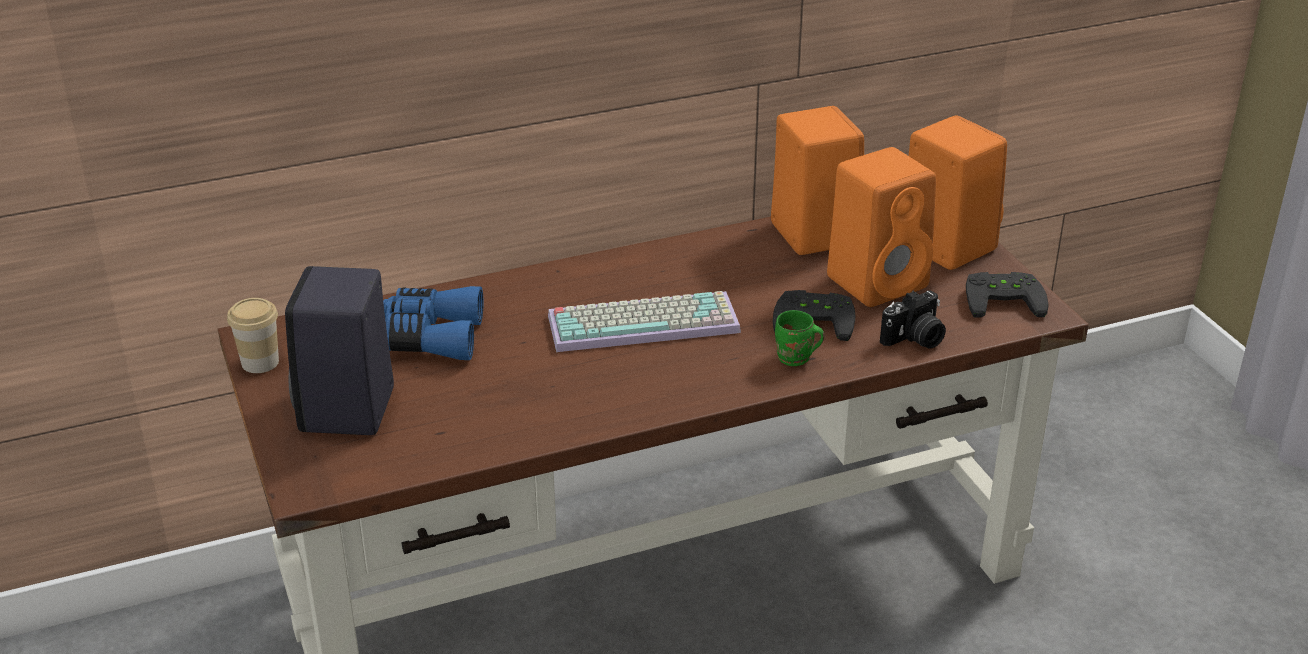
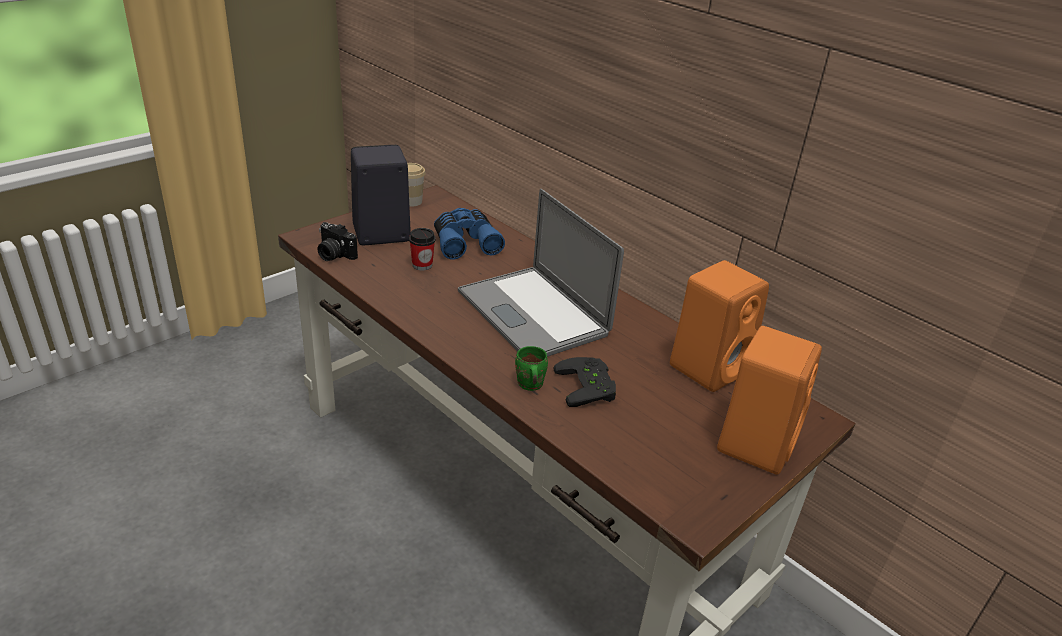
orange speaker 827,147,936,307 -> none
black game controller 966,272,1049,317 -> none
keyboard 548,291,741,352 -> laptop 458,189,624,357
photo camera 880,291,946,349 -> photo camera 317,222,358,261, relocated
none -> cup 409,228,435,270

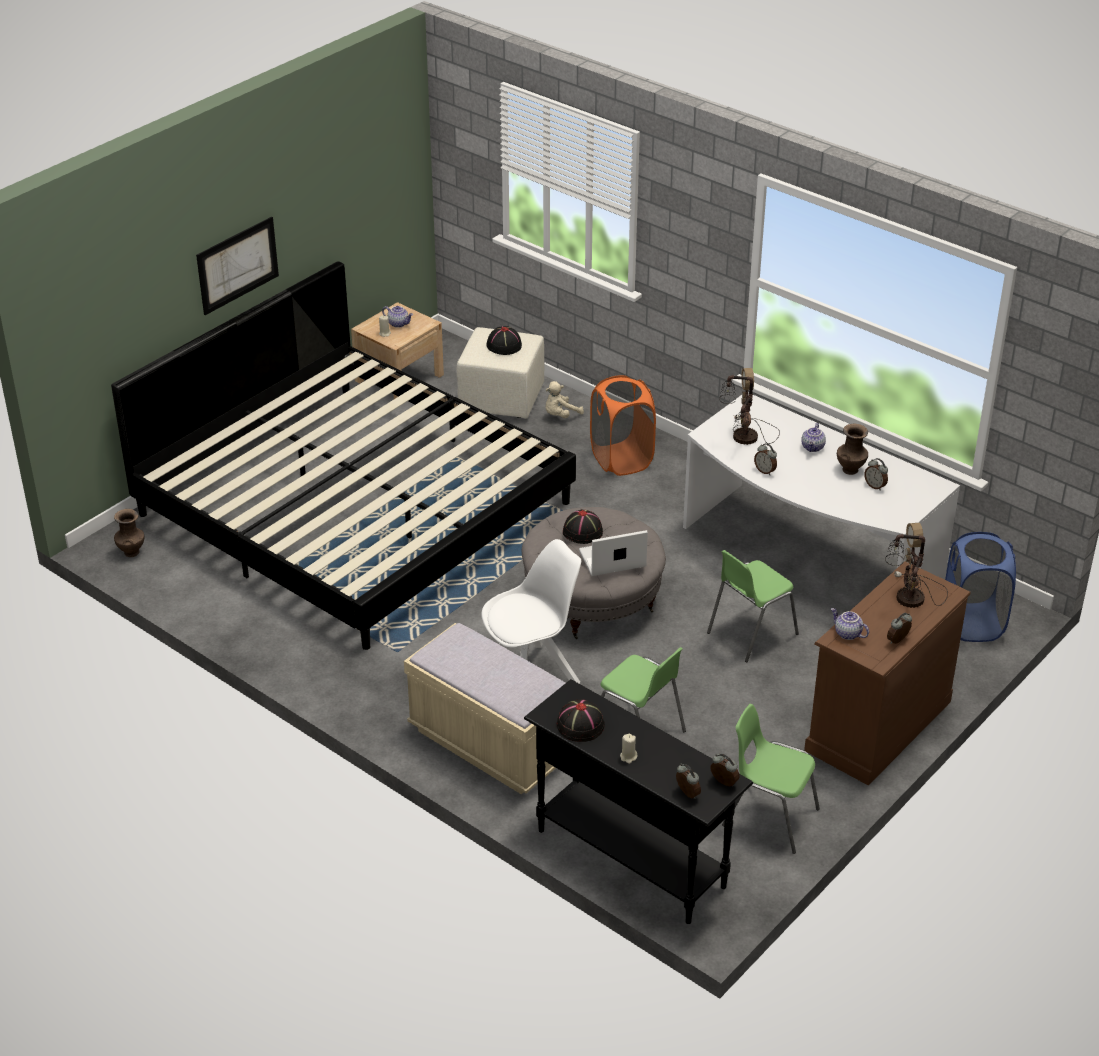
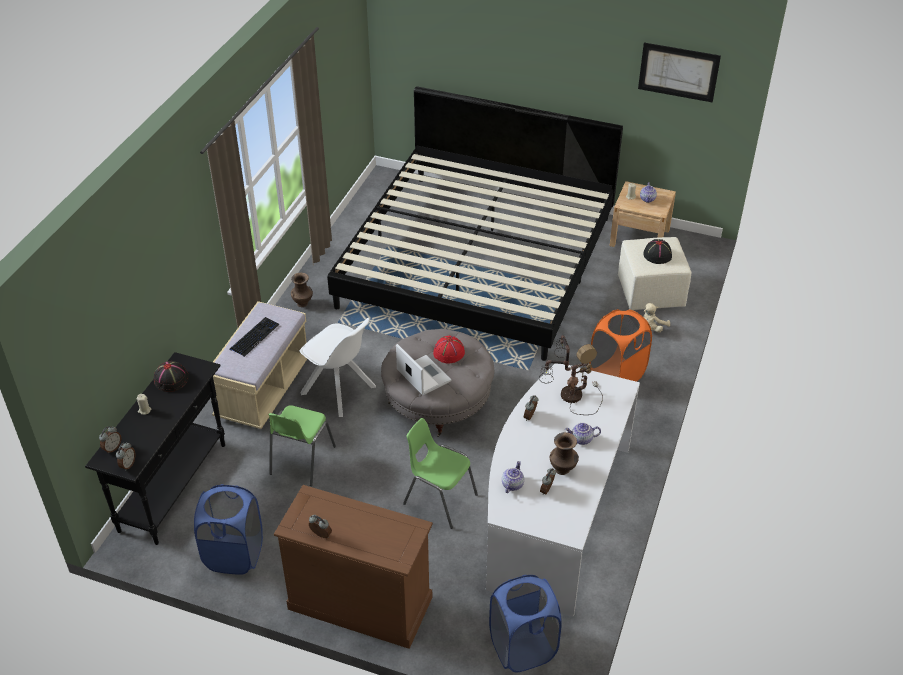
picture 196,217,279,315 -> picture 638,43,721,103, relocated
beige plush toy 545,381,584,418 -> beige plush toy 643,303,670,333, 75 degrees counterclockwise
brown vase 114,509,145,557 -> brown vase 291,273,313,307, relocated
black hat 563,509,603,544 -> red hat 433,336,465,363
table lamp 885,523,948,608 -> none
teapot 831,608,869,640 -> teapot 502,461,524,493, relocated
green chair 722,704,820,854 -> blue laundry basket 194,484,263,575
none -> keyboard 229,317,279,357

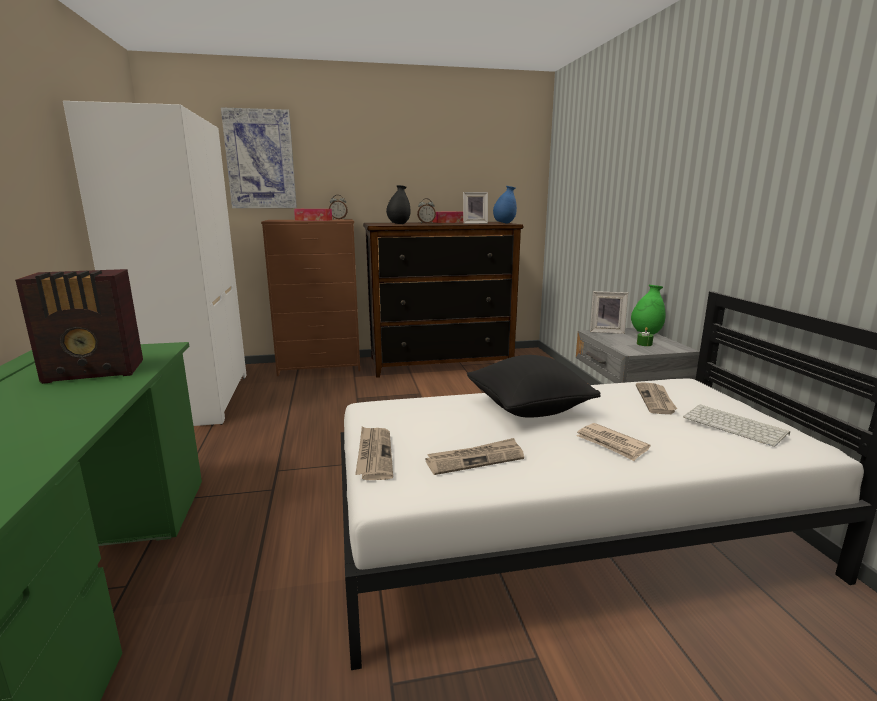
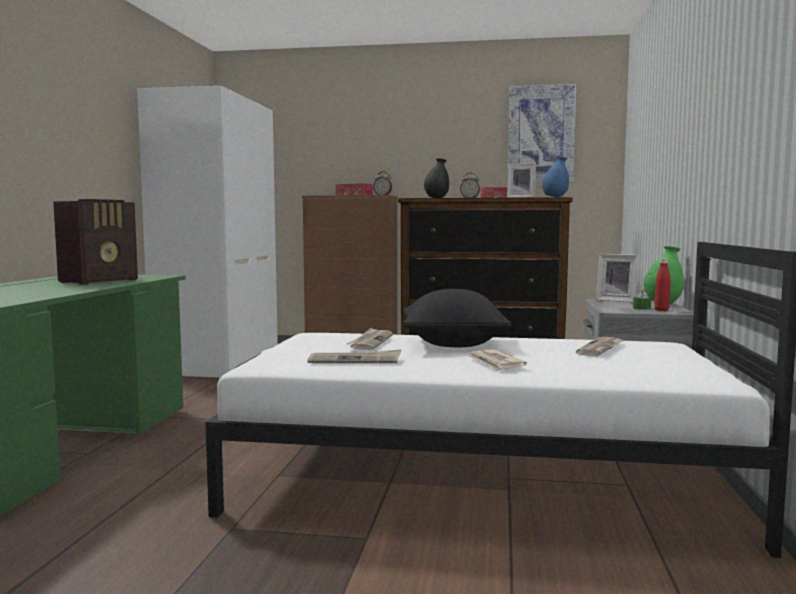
picture 221,107,297,208 -> picture 508,84,576,183, relocated
radio 15,269,143,384 -> radio 53,199,138,285, 60 degrees counterclockwise
keyboard 683,404,790,447 -> none
newspaper 355,426,393,480 -> newspaper 347,328,393,350, relocated
none -> red bottle 654,258,670,311

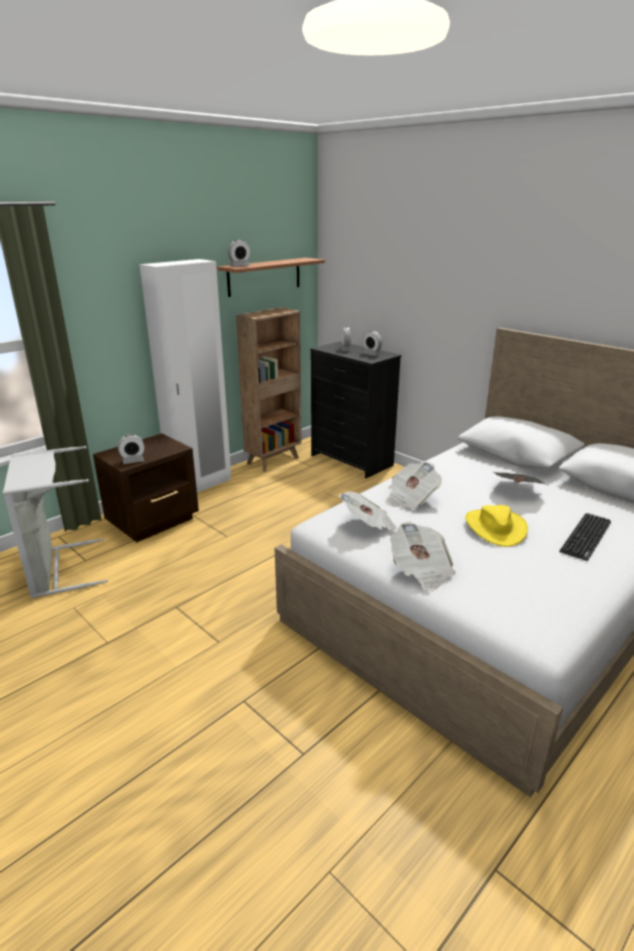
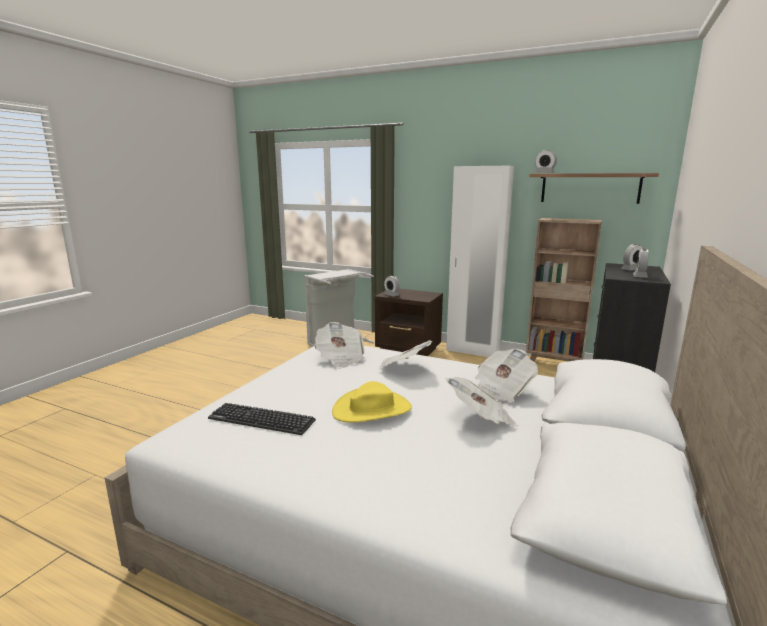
keyboard 559,513,611,561 -> keyboard 208,403,316,435, relocated
newspaper 390,522,456,592 -> newspaper 475,349,538,402, relocated

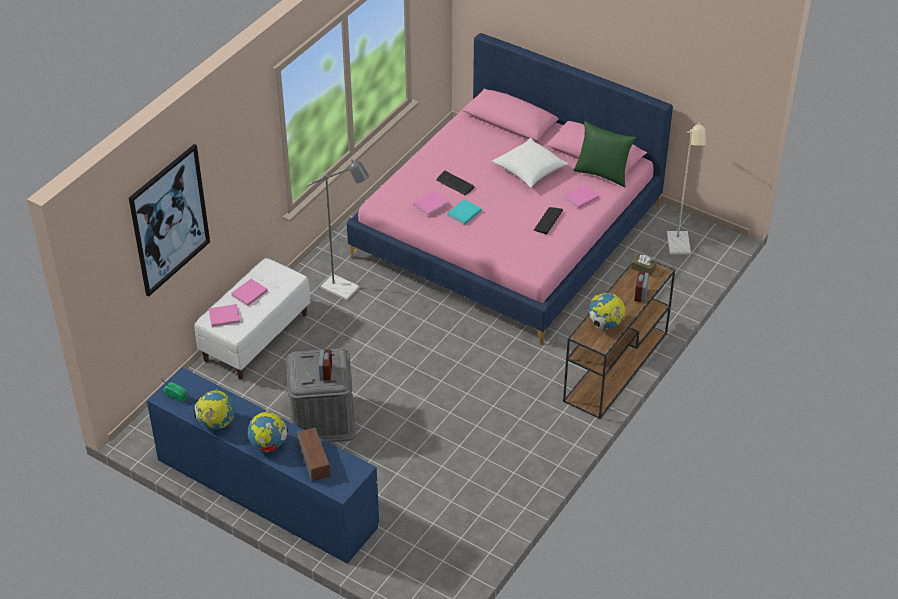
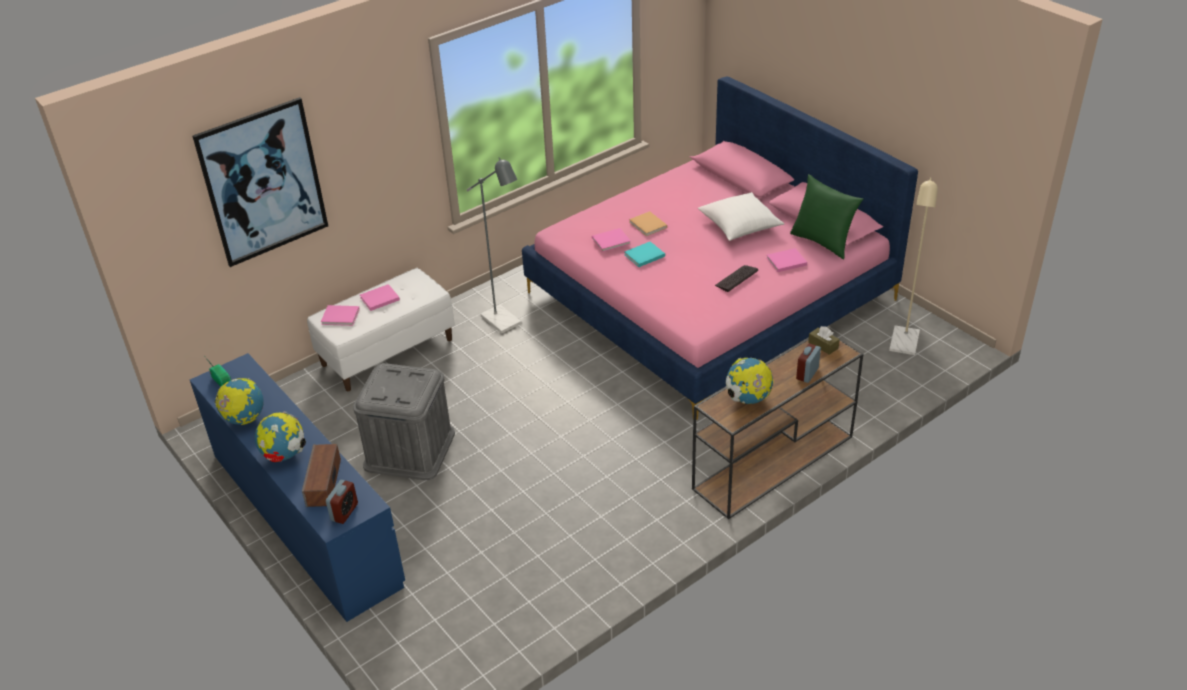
keyboard 436,171,475,195 -> beige book 629,211,667,236
alarm clock 319,349,332,381 -> alarm clock 326,480,358,524, relocated

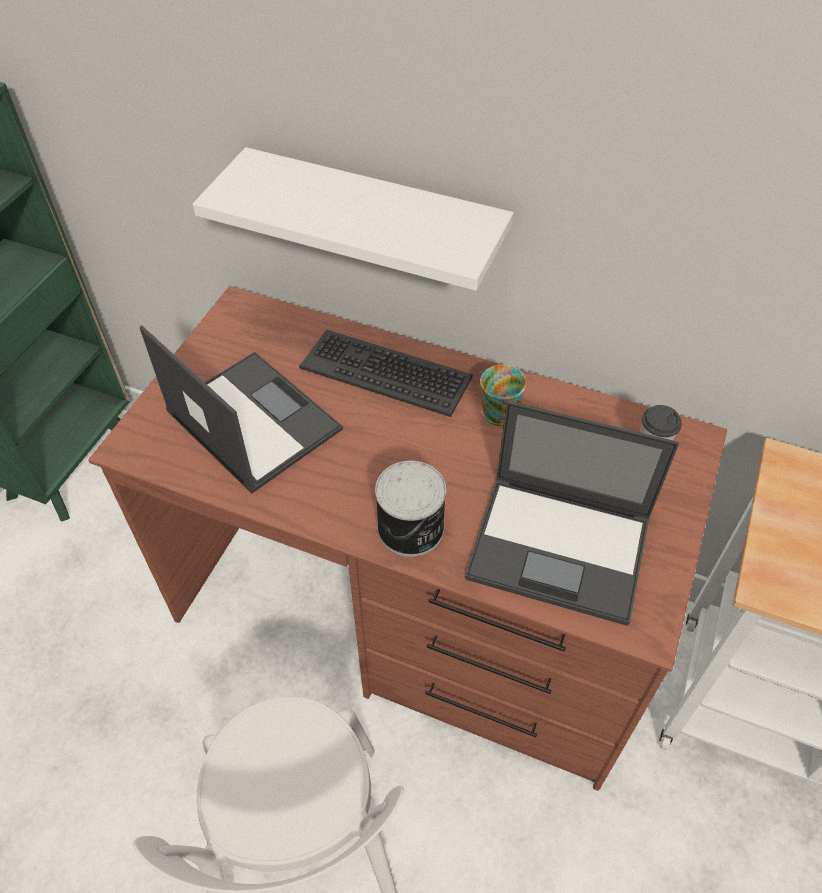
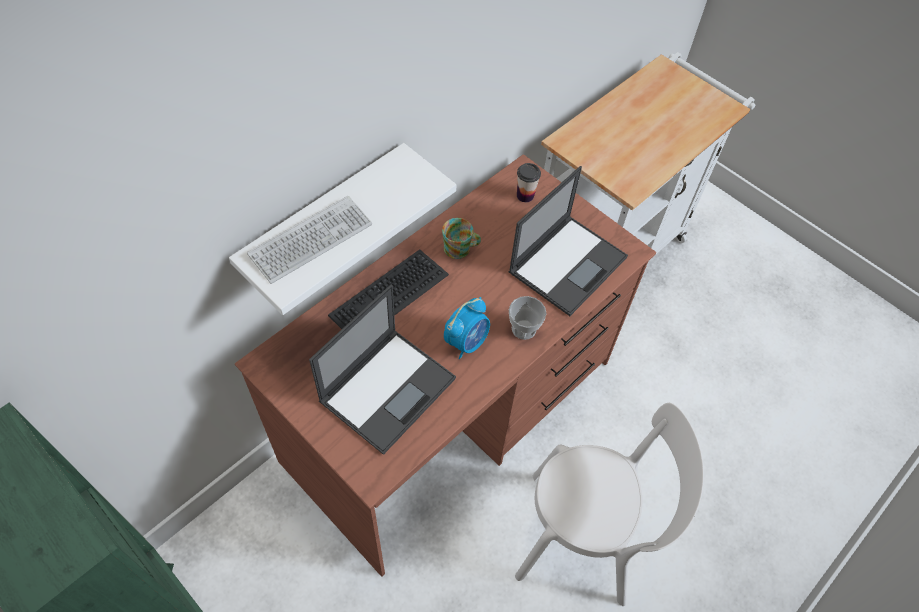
laptop 140,325,343,494 -> laptop 309,285,456,455, 150 degrees clockwise
can 375,461,447,557 -> cup 509,296,547,340
none -> keyboard 247,196,372,284
none -> alarm clock 444,297,490,359

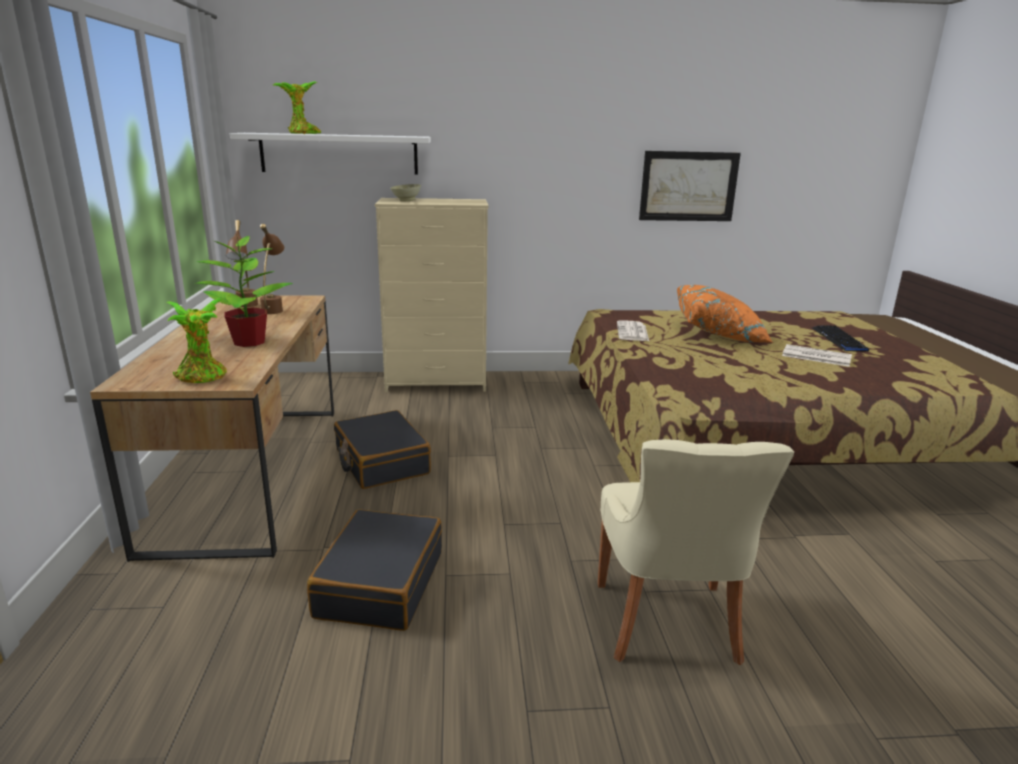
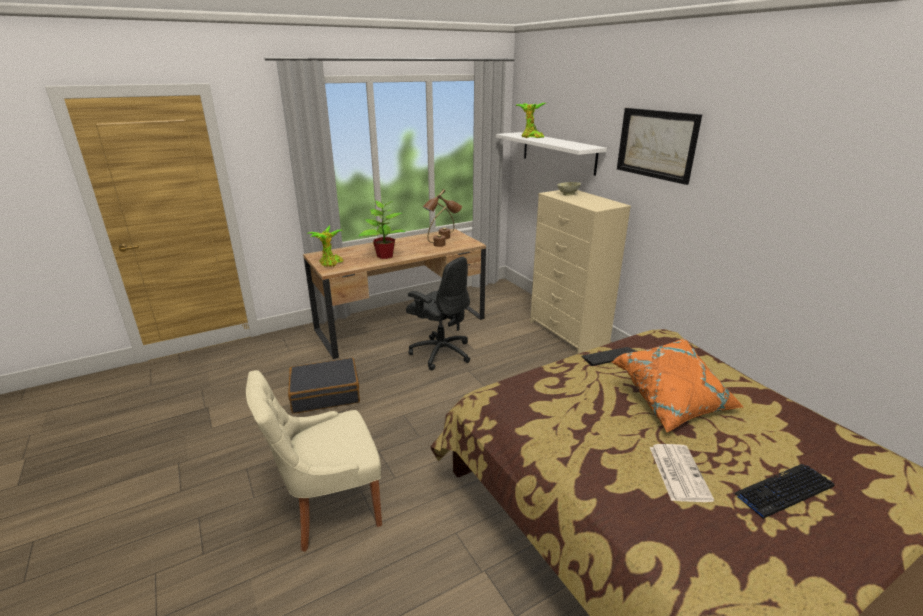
picture 639,151,741,221 -> picture 617,108,702,185, relocated
newspaper 617,320,649,341 -> keyboard 581,347,637,366
black suitcase 334,410,431,489 -> black office chair 406,257,470,370

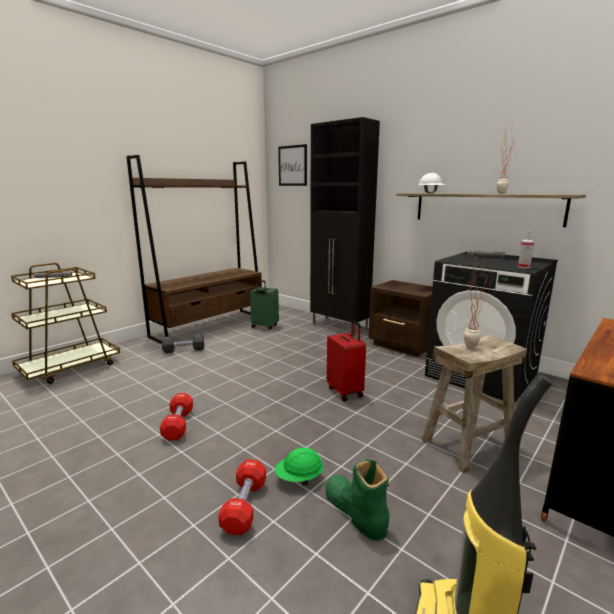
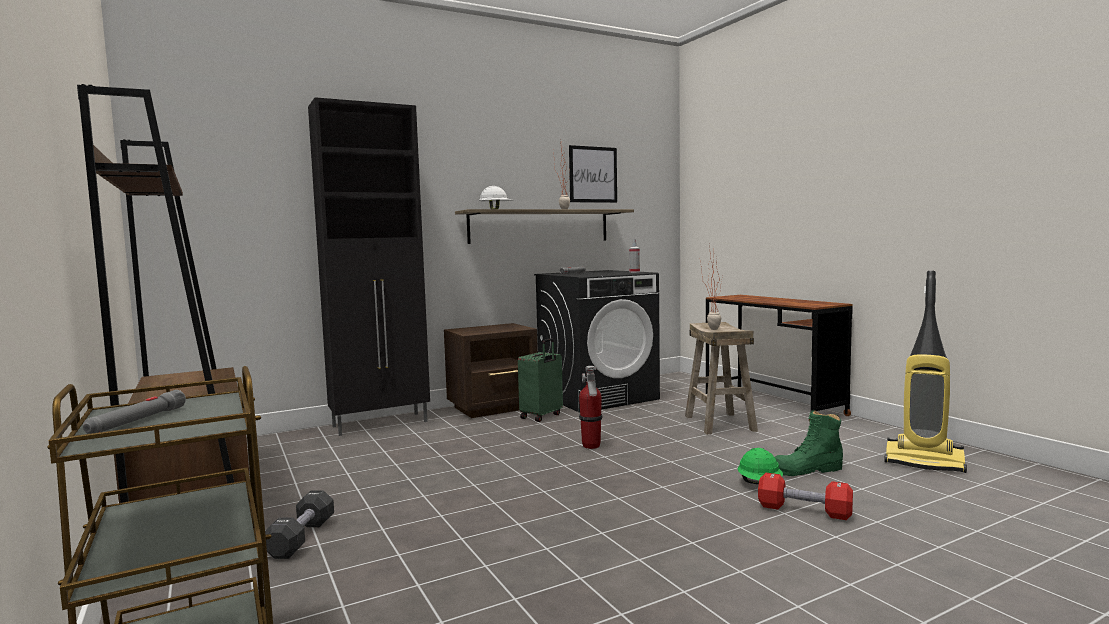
picture 278,144,307,186 -> picture 569,145,617,203, relocated
green suitcase 250,280,279,330 -> green suitcase 518,338,563,422, relocated
red suitcase 327,321,366,401 -> fire extinguisher 579,366,603,449
red dumbbell 160,393,193,441 -> none

